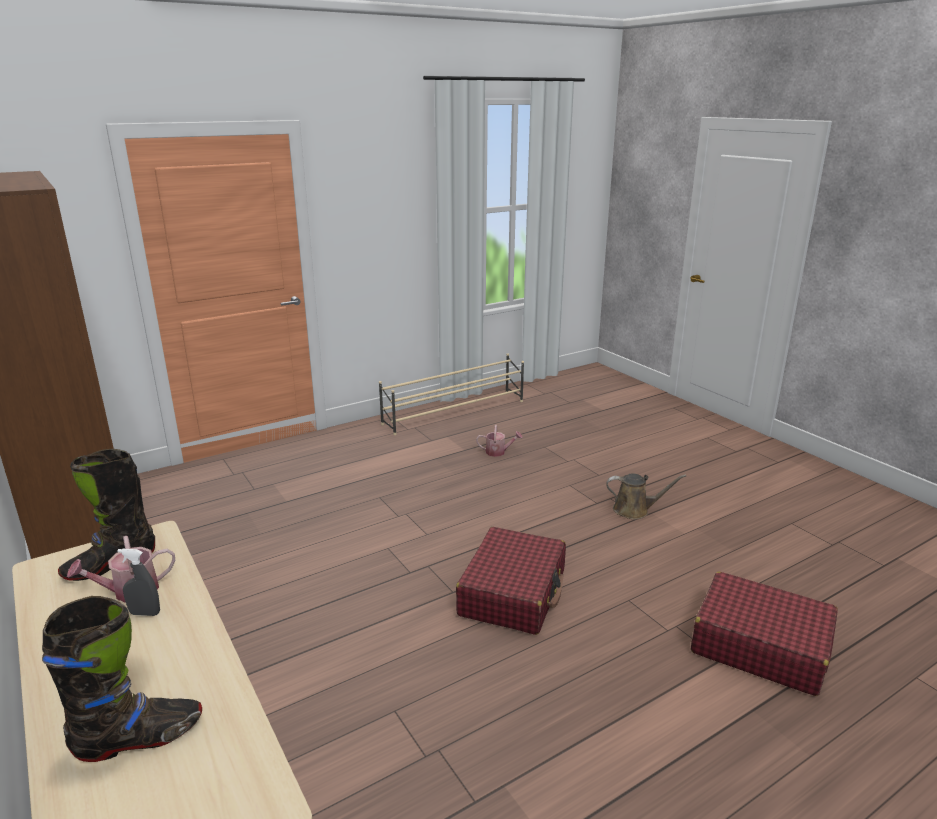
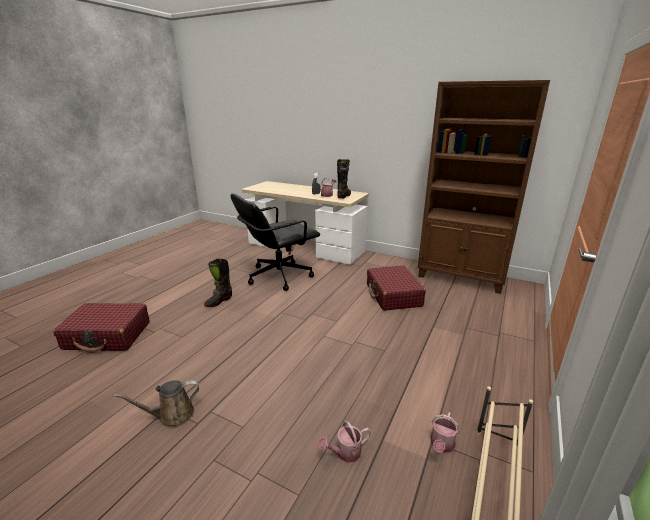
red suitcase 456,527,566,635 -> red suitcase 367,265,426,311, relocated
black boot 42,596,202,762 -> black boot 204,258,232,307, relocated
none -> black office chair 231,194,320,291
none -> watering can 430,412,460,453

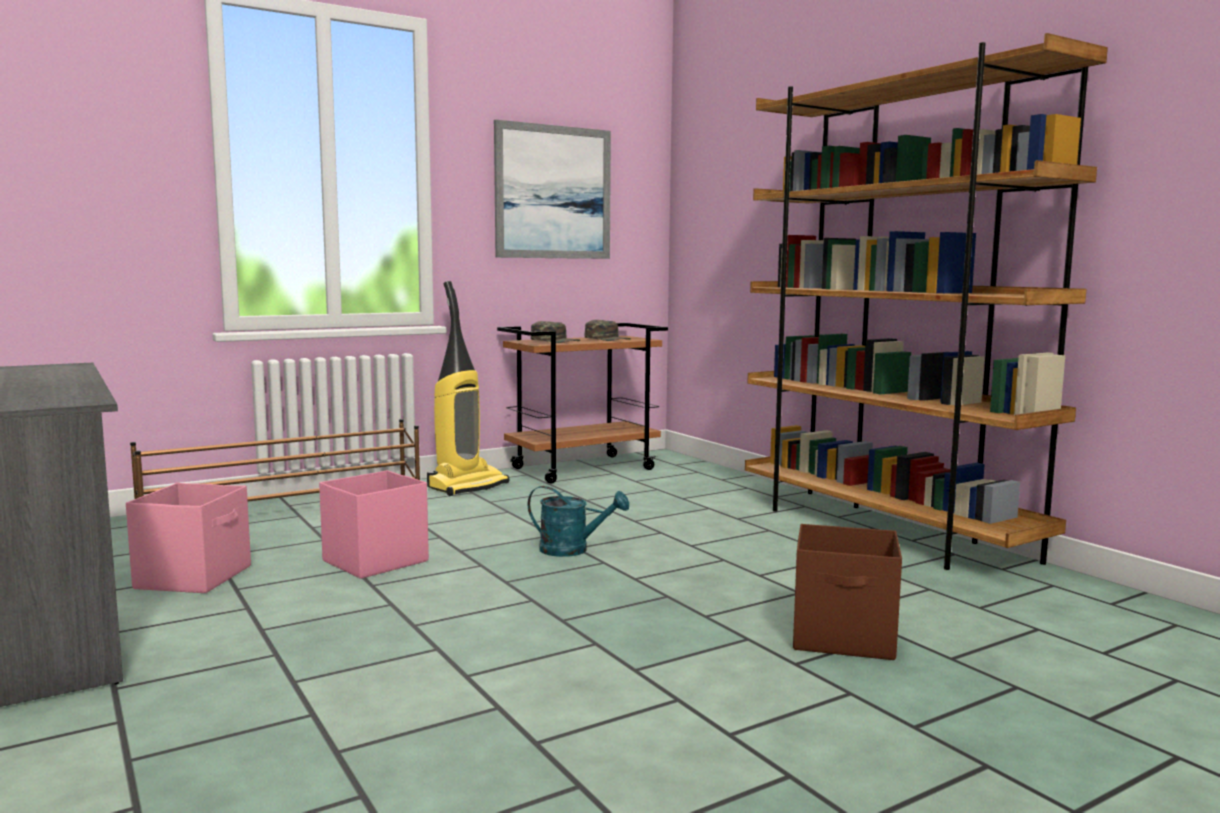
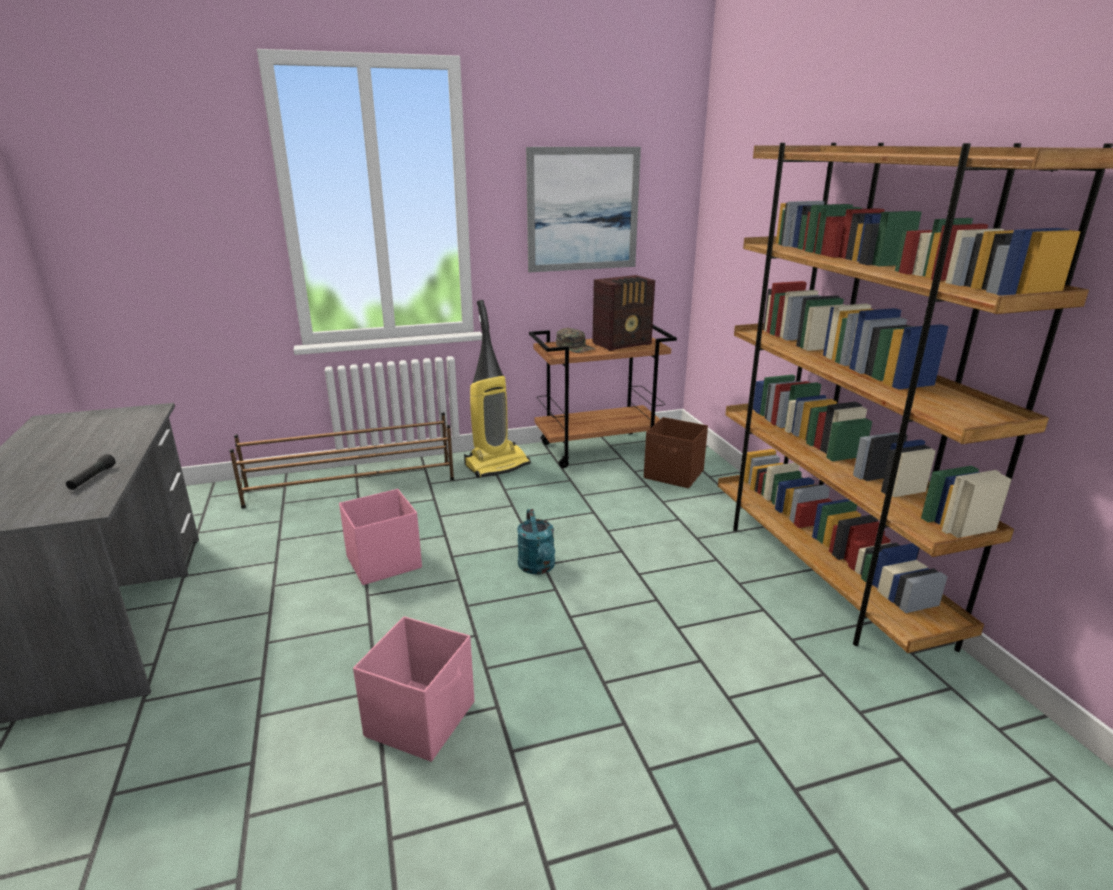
green cap 585,320,630,341 -> radio 592,275,655,351
pink storage box 126,483,251,593 -> pink storage box 353,616,474,762, relocated
turquoise watering can 528,486,629,557 -> turquoise watering can 517,509,555,575, 45 degrees clockwise
brown storage box 793,524,902,660 -> brown storage box 644,417,708,488, relocated
none -> black flashlight 66,454,116,490

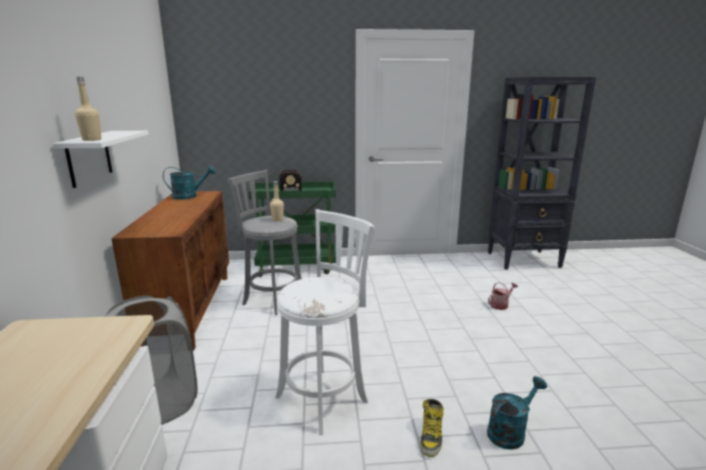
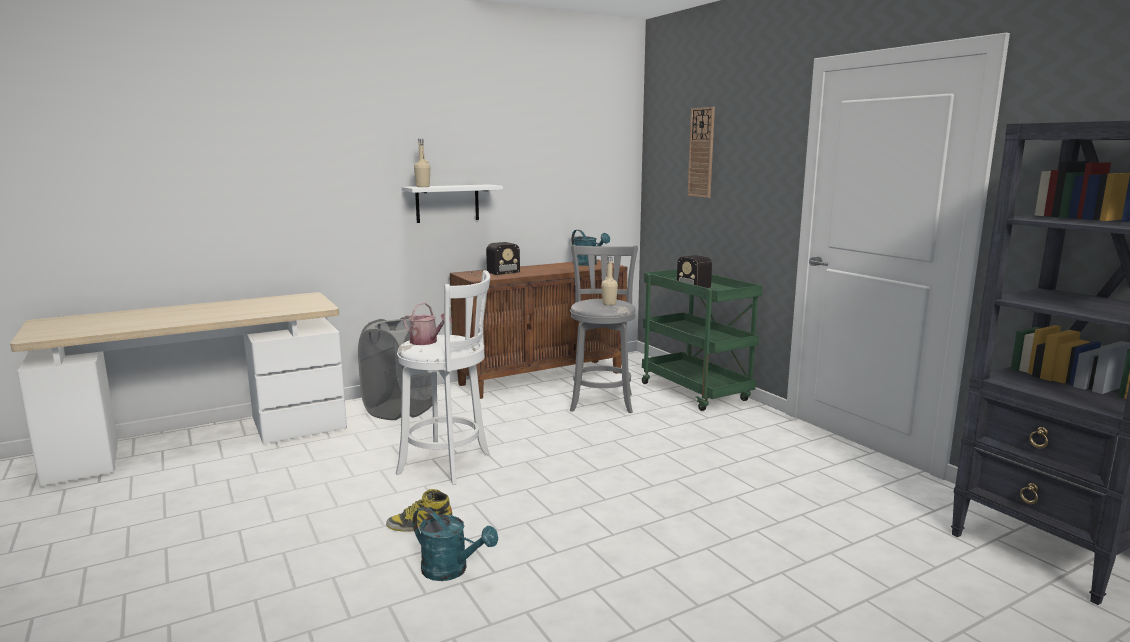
watering can 488,282,518,310 -> watering can 403,302,452,345, relocated
none -> wall clock 688,107,715,198
none -> radio 470,242,520,276

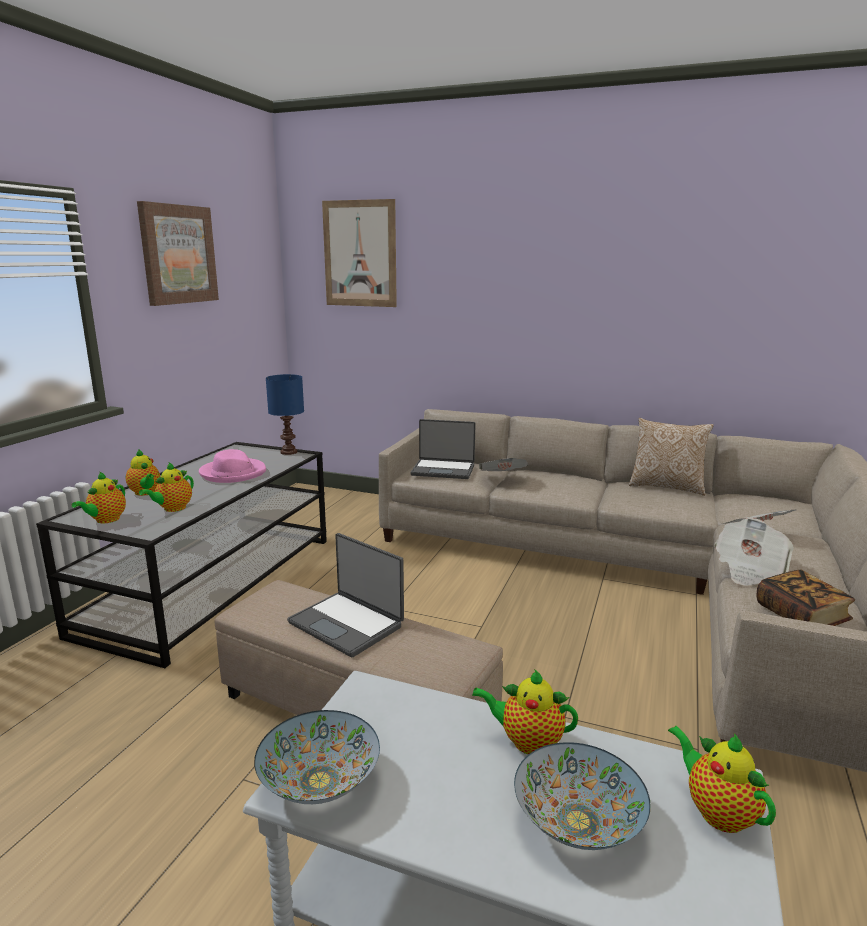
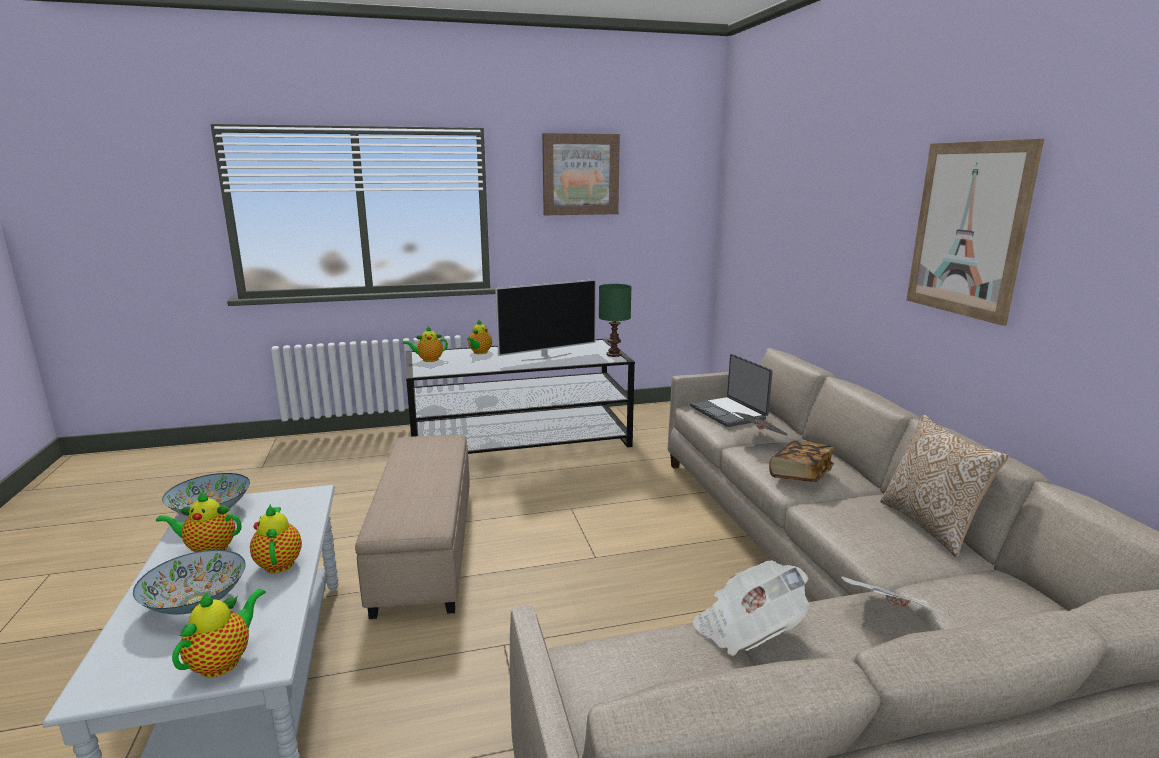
picture 322,199,397,307 -> picture 907,139,1044,326, relocated
blue table lamp 266,374,304,455 -> green table lamp 599,284,631,357
pink hat 199,449,266,483 -> television 495,279,596,361
teapot 139,462,194,512 -> teapot 156,491,241,552, relocated
laptop 287,533,404,657 -> none
book 756,569,855,626 -> book 769,440,834,482, relocated

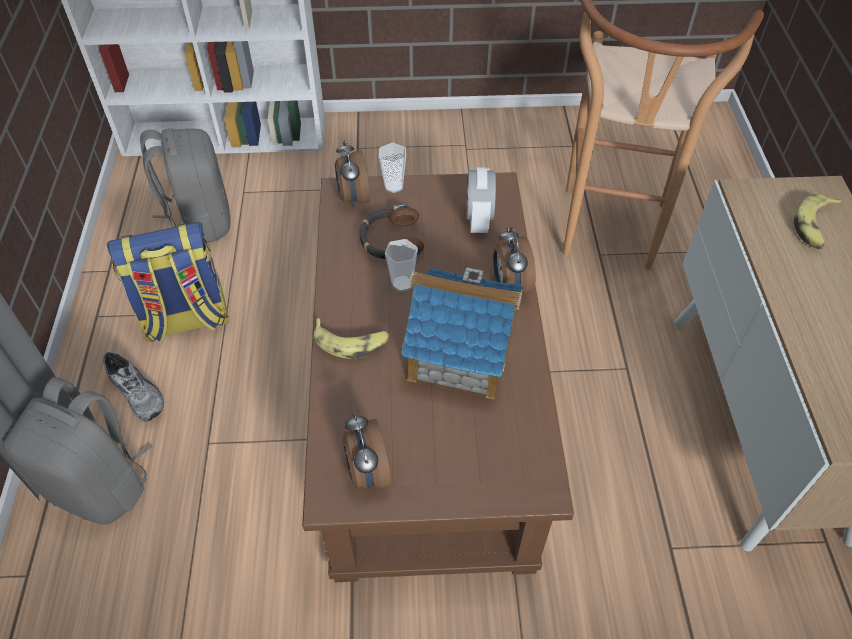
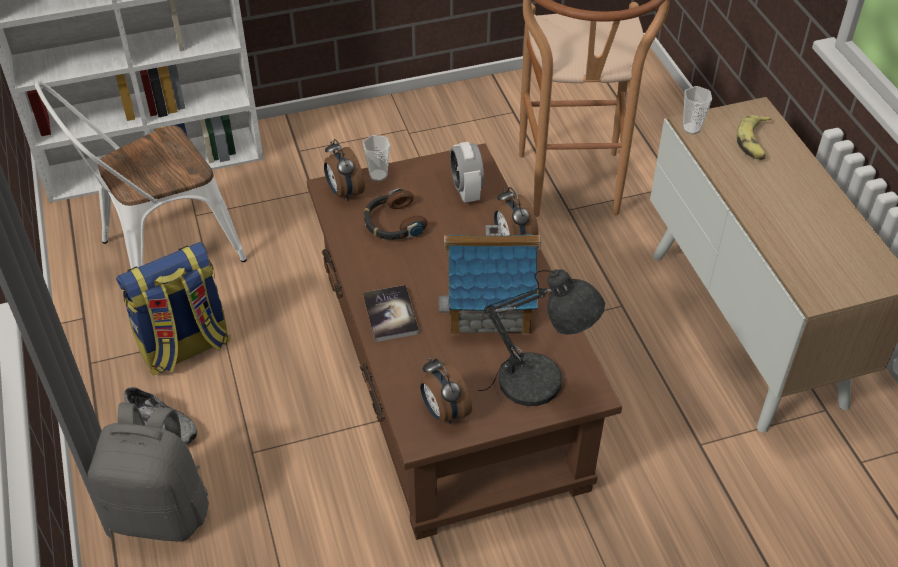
grey backpack 140,128,231,243 -> white chair 35,81,247,269
cup 385,239,418,292 -> cup 683,86,712,134, relocated
banana 314,318,389,359 -> book 363,285,419,342
none -> grey table lamp 477,269,605,406

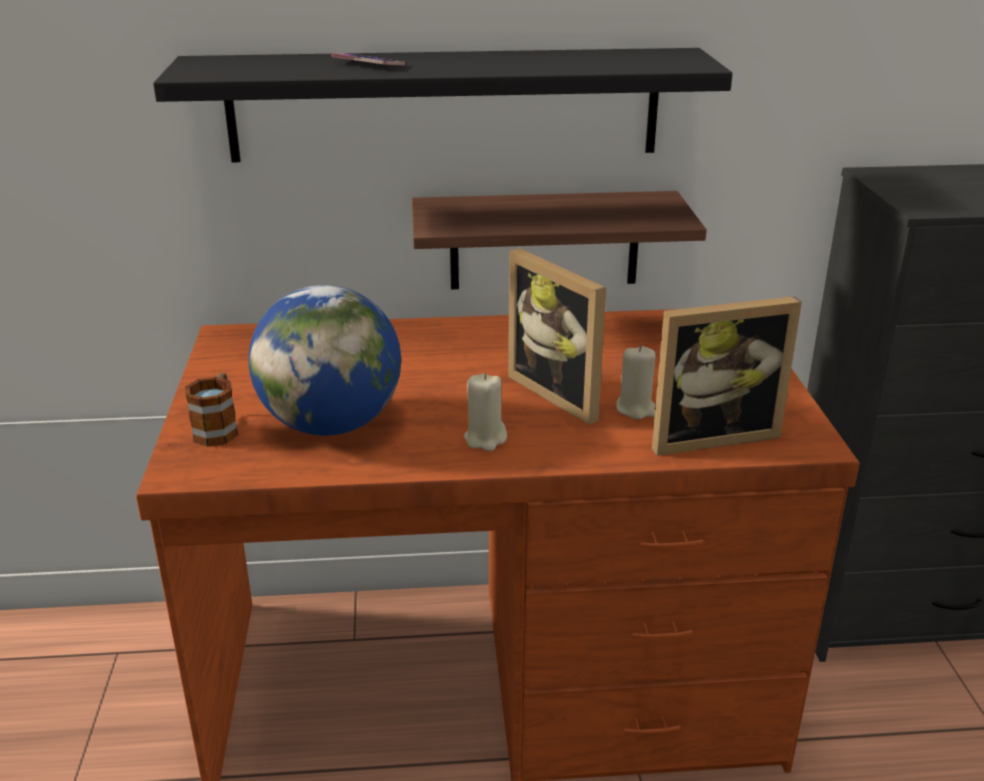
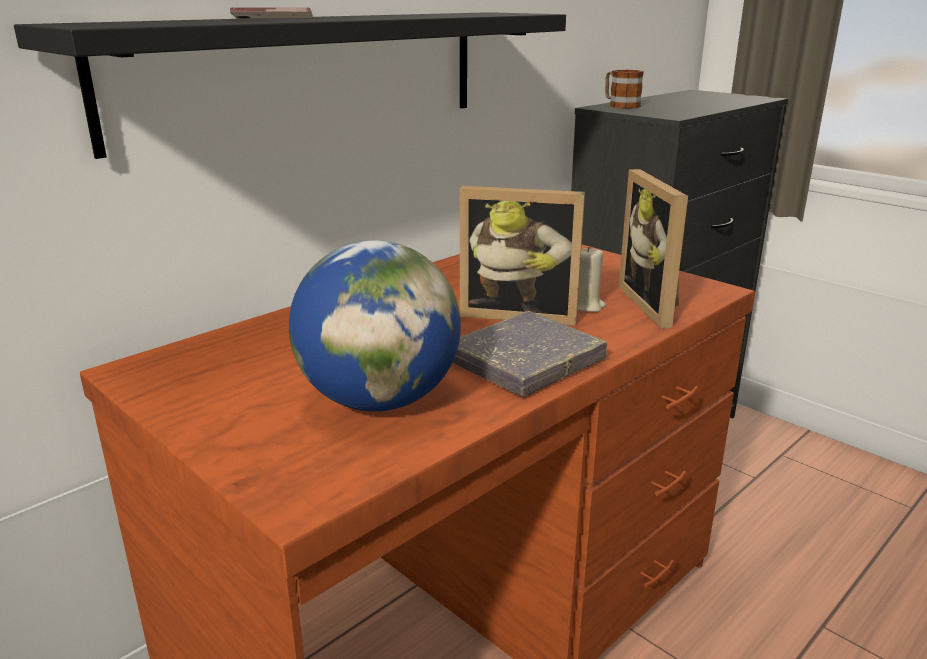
shelf 412,191,707,290 -> none
picture frame 652,296,802,456 -> picture frame 619,169,688,329, 135 degrees clockwise
mug 185,373,238,447 -> mug 605,70,644,109, relocated
beige candle 464,373,507,451 -> grey book 453,311,607,396

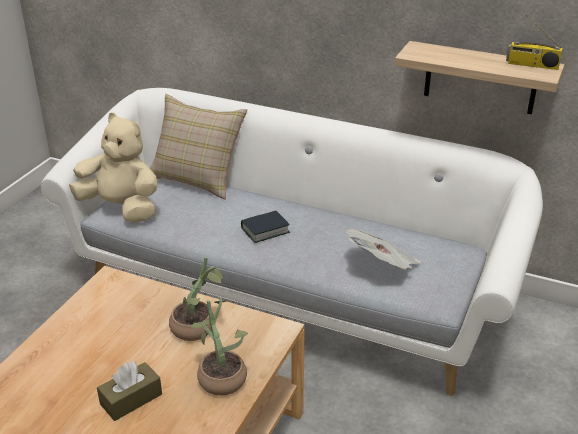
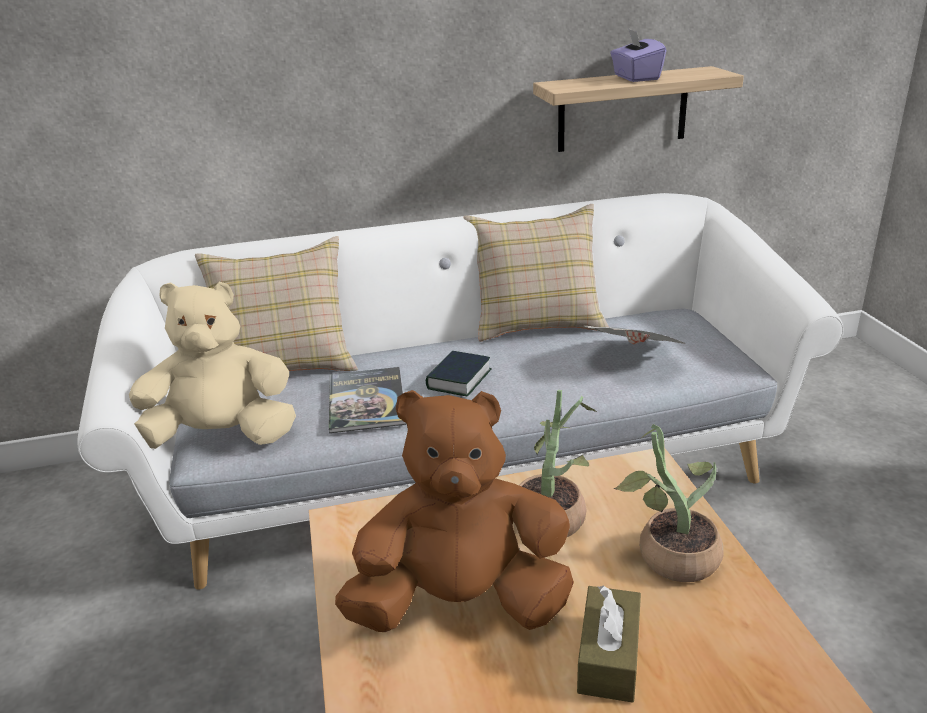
radio 506,14,563,70 -> none
none -> purple tissue box 610,29,666,82
none -> beige pillow 463,204,609,342
none -> book 329,367,407,433
none -> brown plush toy 335,390,574,632

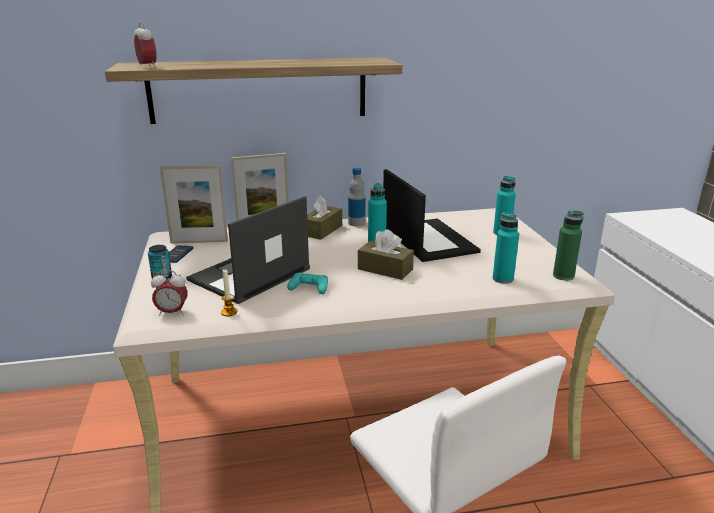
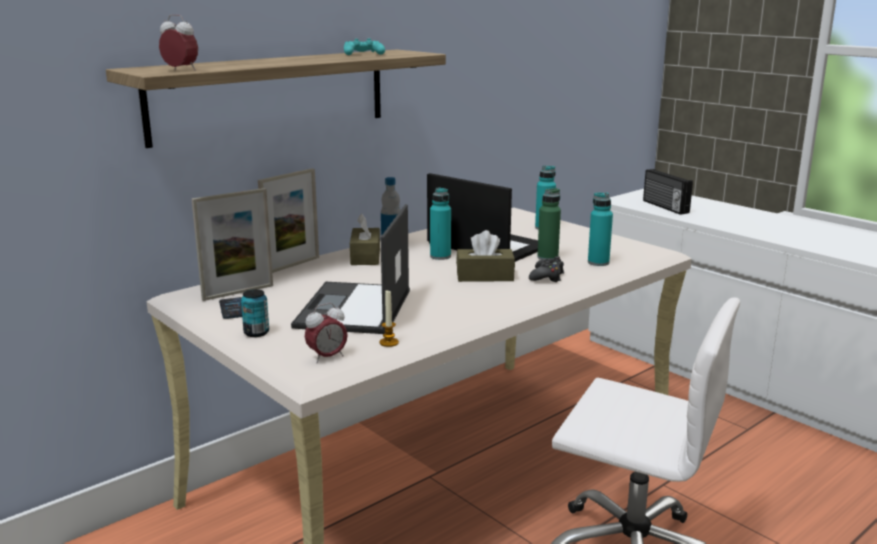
green bottle 553,210,583,281 -> green bottle 537,188,561,260, relocated
turquoise game controller 287,273,328,294 -> turquoise game controller 344,38,385,55, relocated
none -> radio 643,169,693,215
none -> black game controller 529,256,564,282

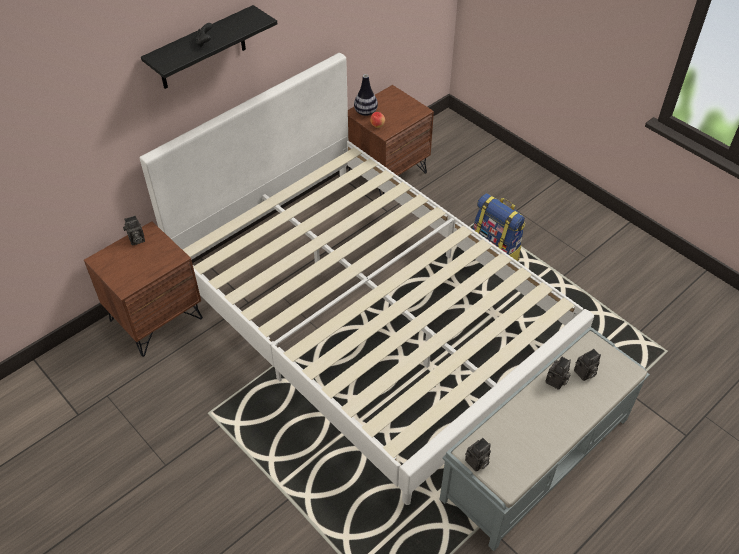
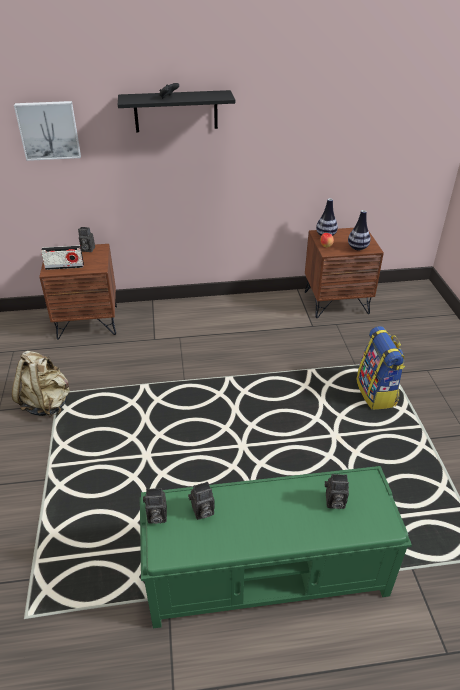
white bed 139,53,594,505 -> none
grey bench 440,327,650,551 -> green bench 140,466,412,628
photo camera 545,357,571,390 -> photo camera 188,482,215,520, relocated
none -> picture 14,101,81,161
none -> vase 348,210,370,251
none -> radio 41,245,84,270
none -> beige backpack 12,351,70,417

